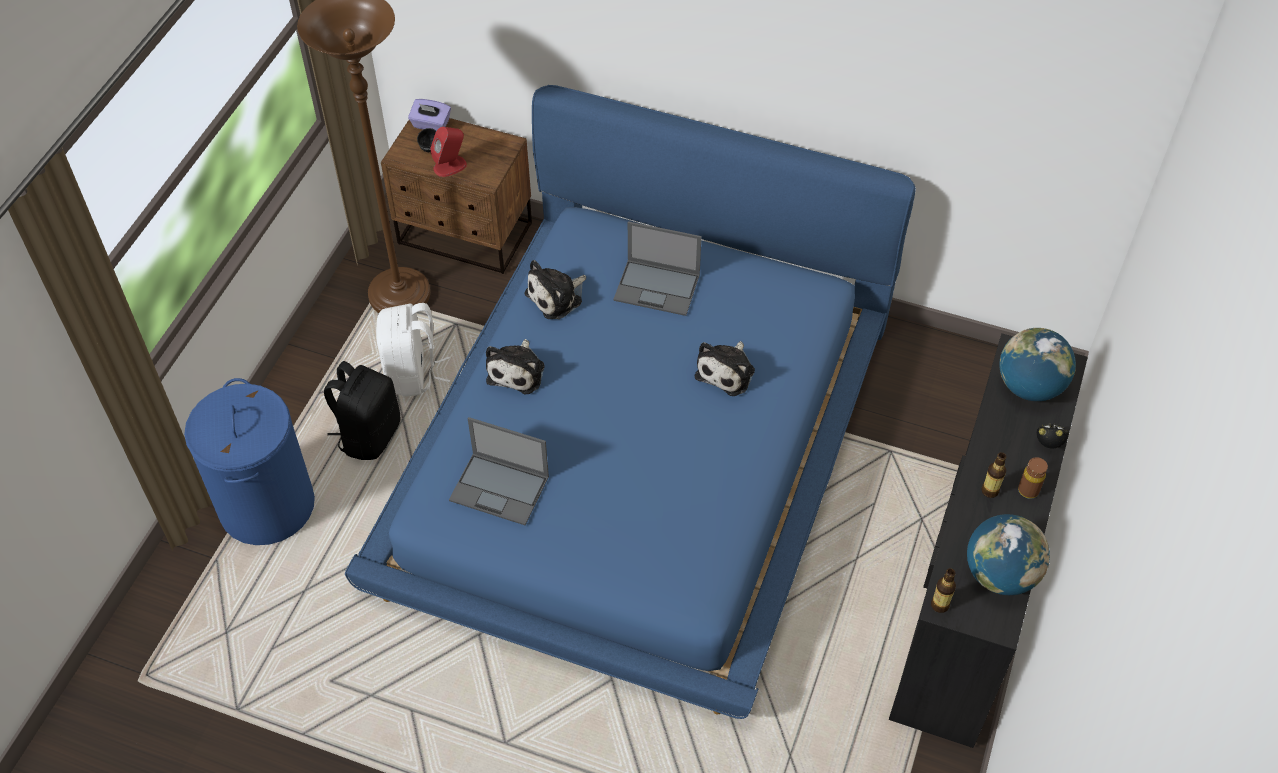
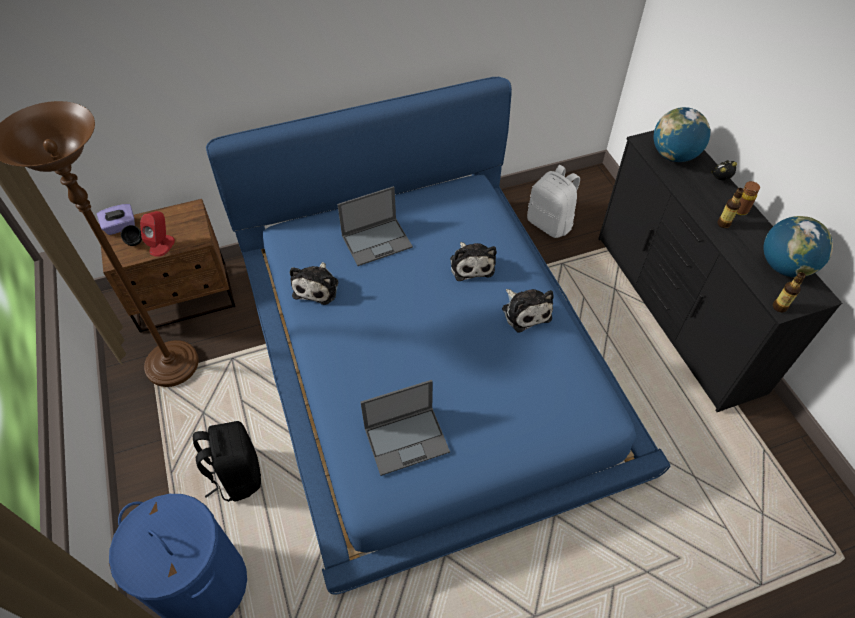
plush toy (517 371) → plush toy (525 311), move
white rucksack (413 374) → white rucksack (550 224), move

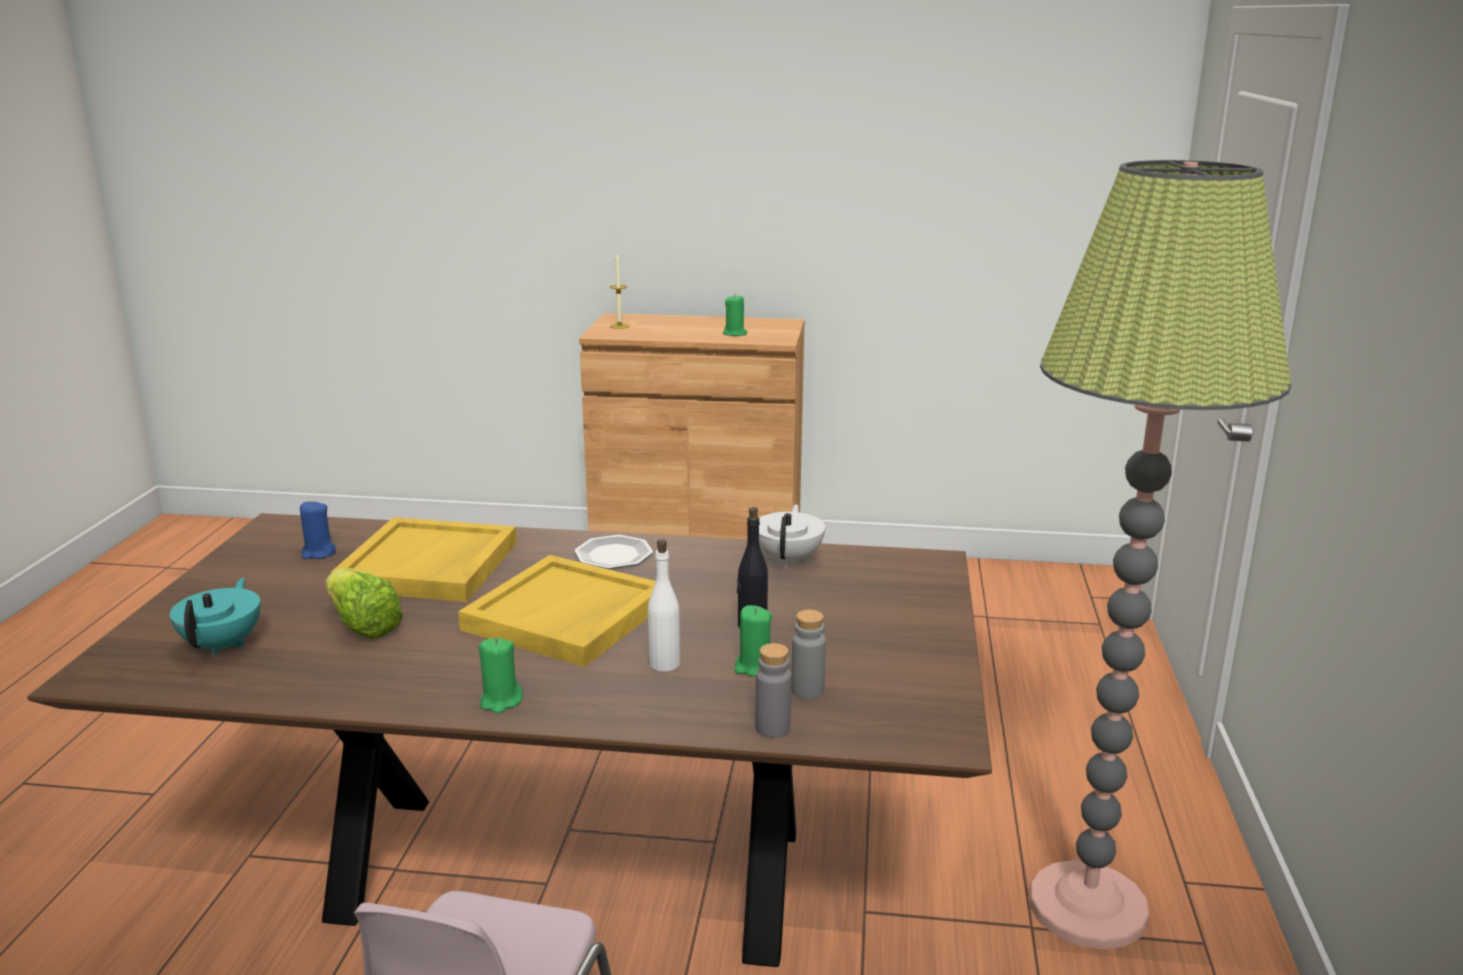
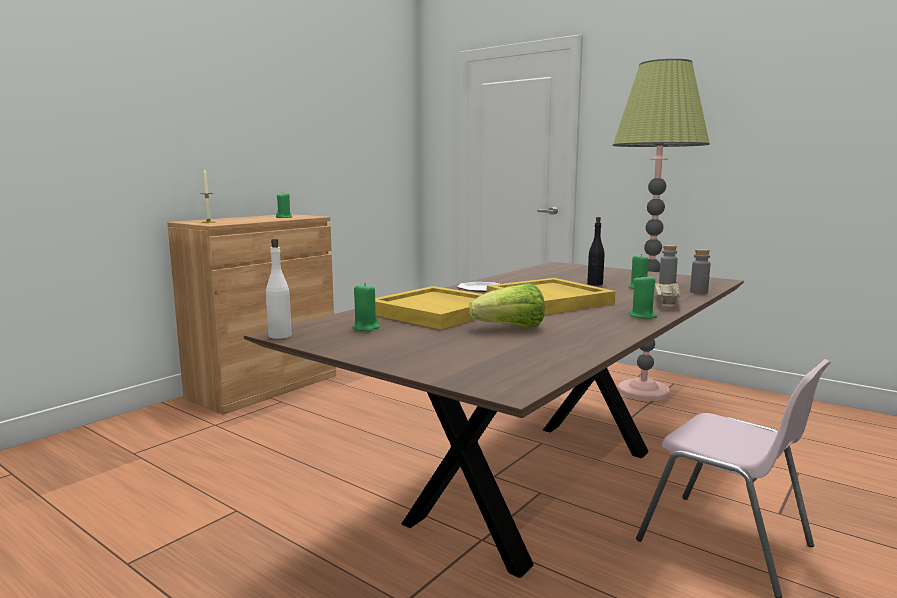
white drink bottle (664 664) → white drink bottle (279 336), move
blue-coloured candle (318 553) → greenish candle (366 328)
- → beige carrying tray (666 302)
turquoise-coloured teapot (224 644) → -
white teapot (789 560) → -

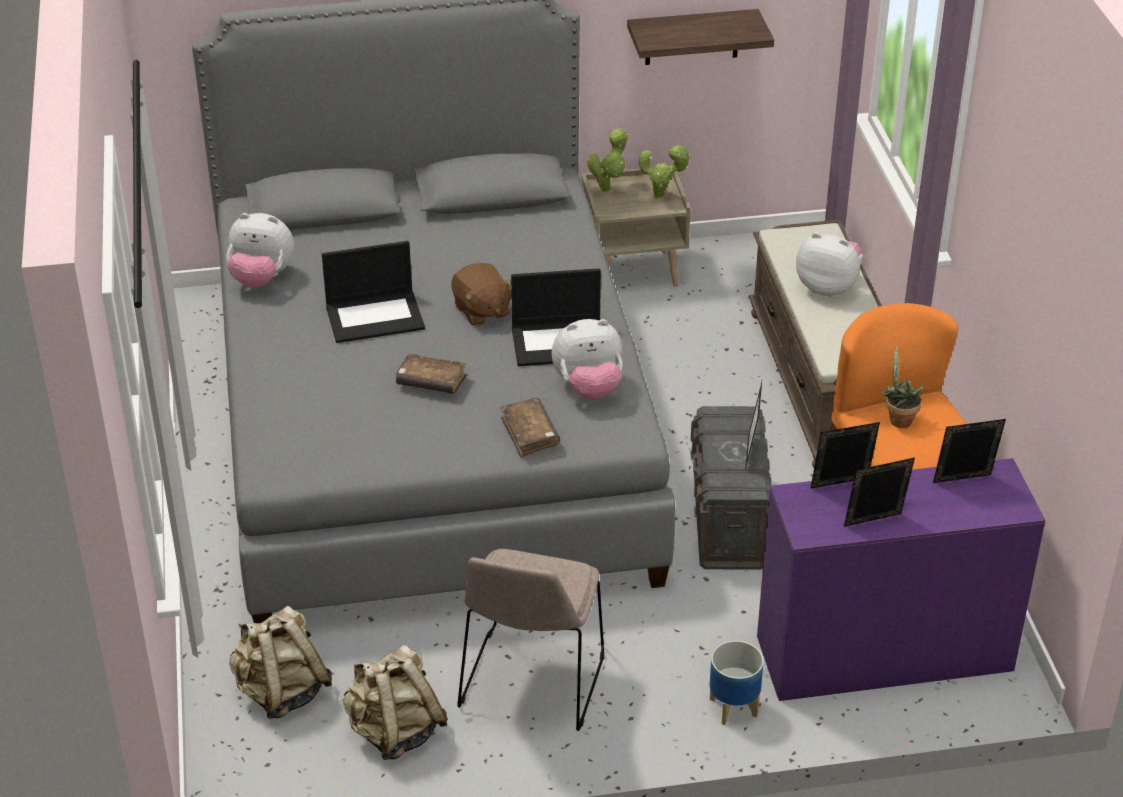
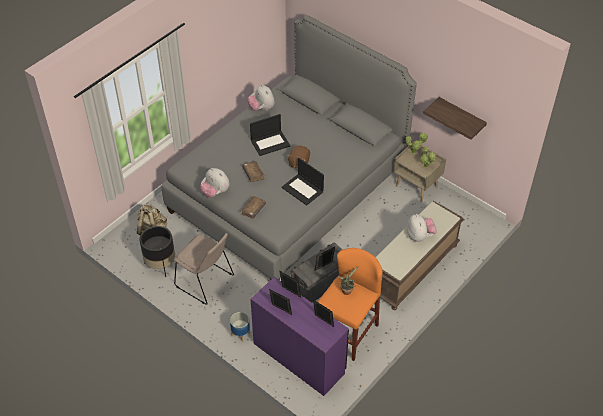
beige rucksack (395 732) → black flower pot (160 264)
beige upright chair (531 684) → beige upright chair (206 282), 120 degrees counterclockwise
plush toy (588 388) → plush toy (215 192), move
notebook computer (375 316) → notebook computer (270 143), 60 degrees counterclockwise

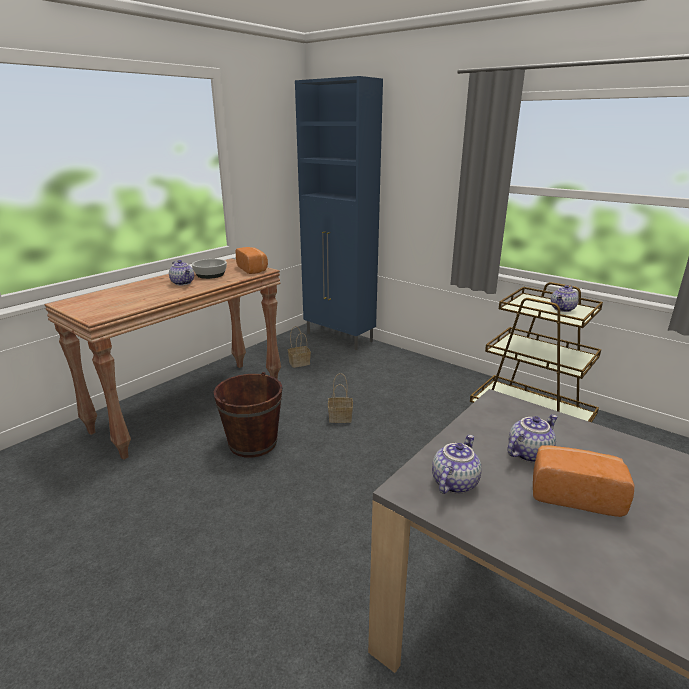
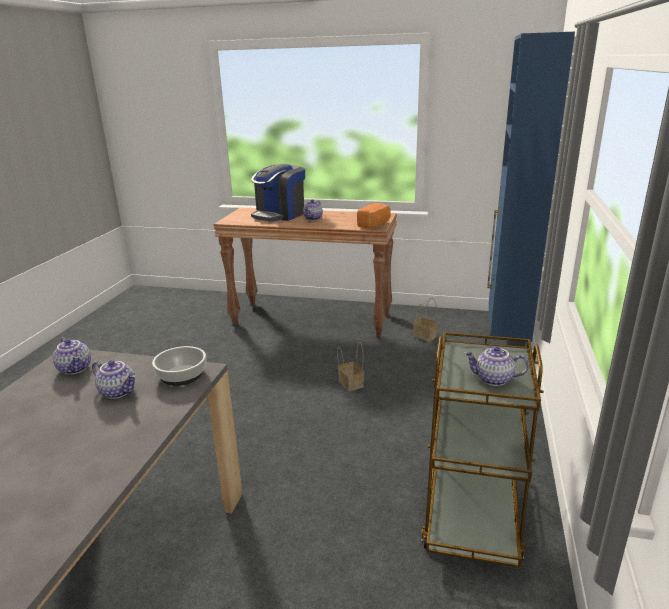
teapot (453 482) → teapot (76 368), 45 degrees clockwise
deep dish (210 275) → deep dish (181 375), move
- → coffee machine (280 215)
brownish pail (253 443) → -
bread (574 494) → -

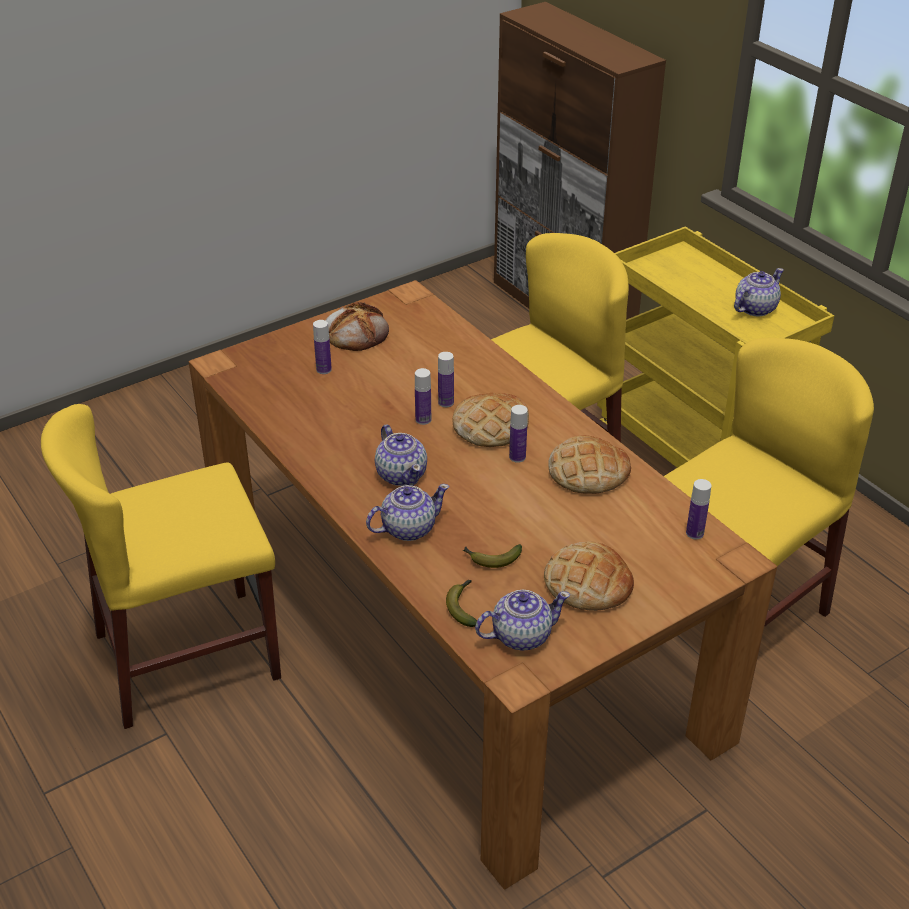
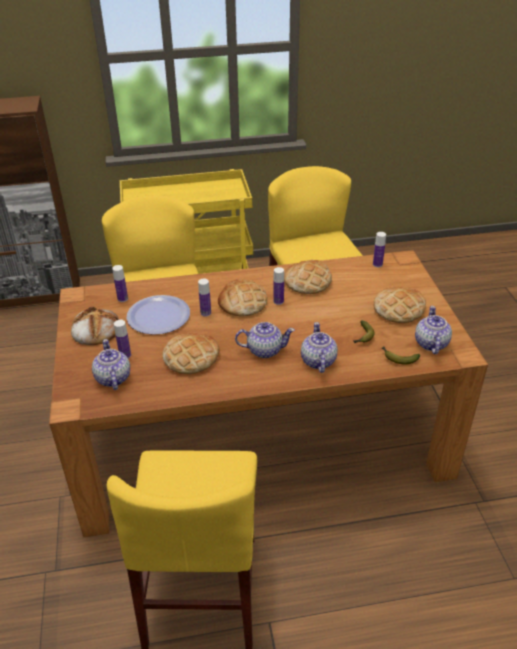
teapot (754 308) → teapot (112 378), move
drink bottle (423 419) → drink bottle (122 299), move
- → dinner plate (158 316)
- → bread (191 357)

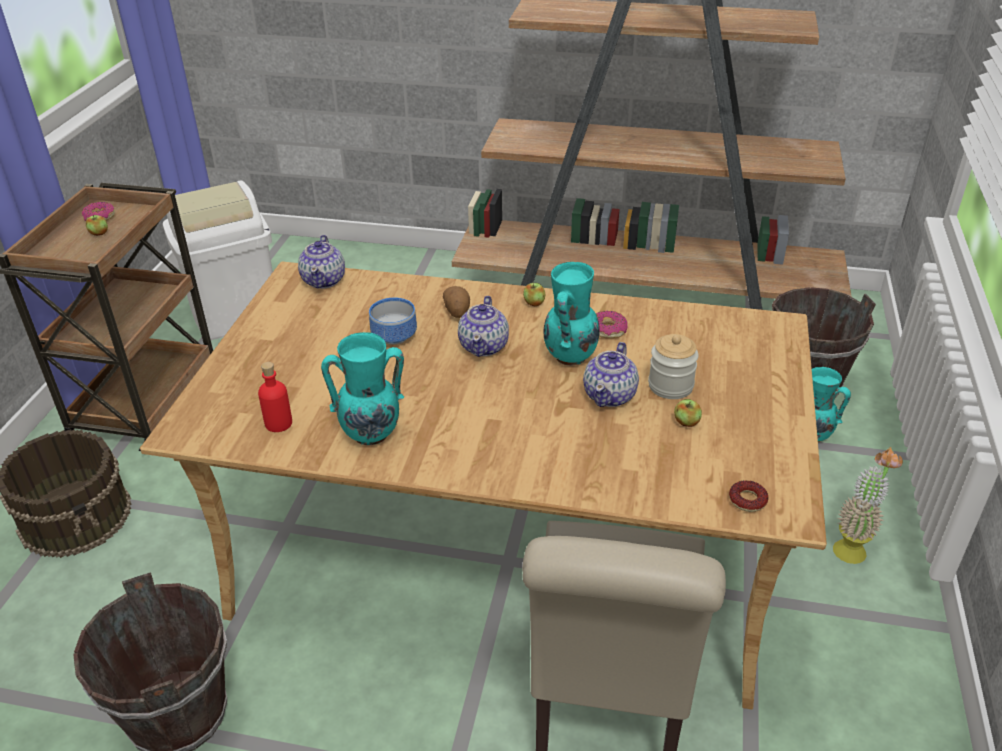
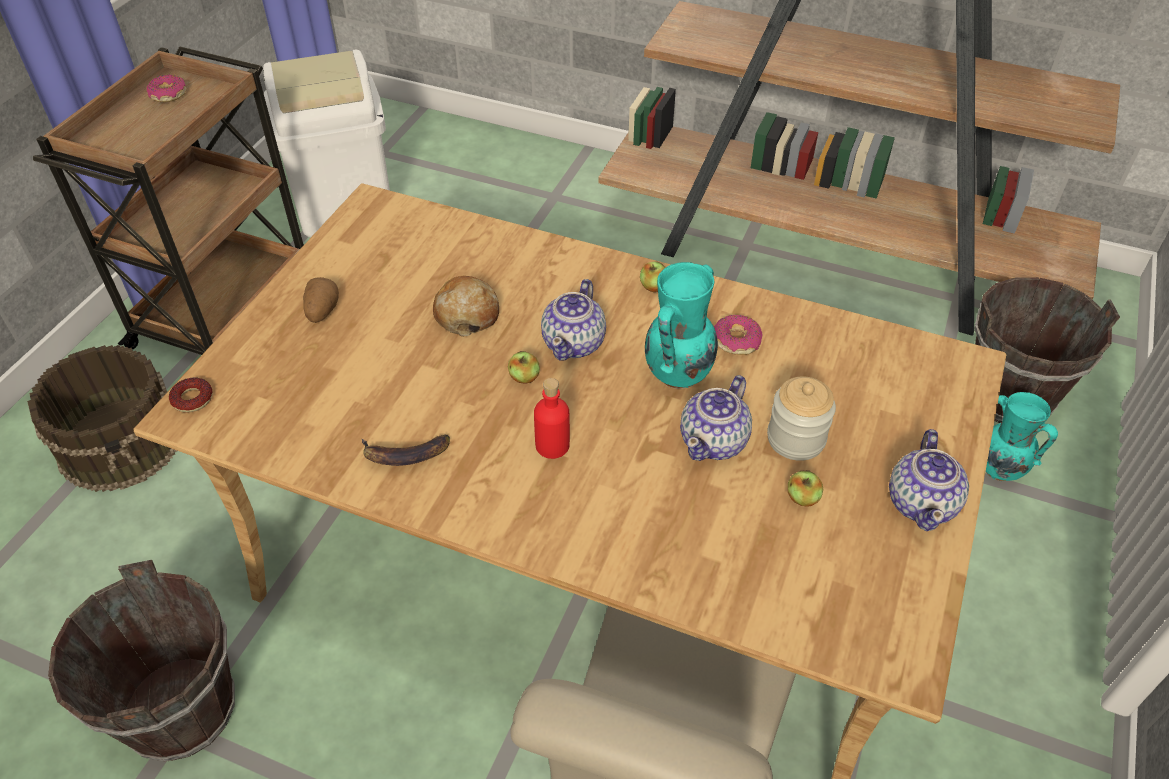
doughnut (747 500) → doughnut (192 399), move
spud (457 312) → spud (322 311), move
turquoise-coloured decorative vase (372 435) → banana (405 455)
deep dish (393 338) → bread (466 314)
apple (99 233) → apple (524 377), move
red-coloured drink bottle (278 423) → red-coloured drink bottle (552 445), move
teapot (324 280) → teapot (922 503), move
plant in a pot (853 546) → -

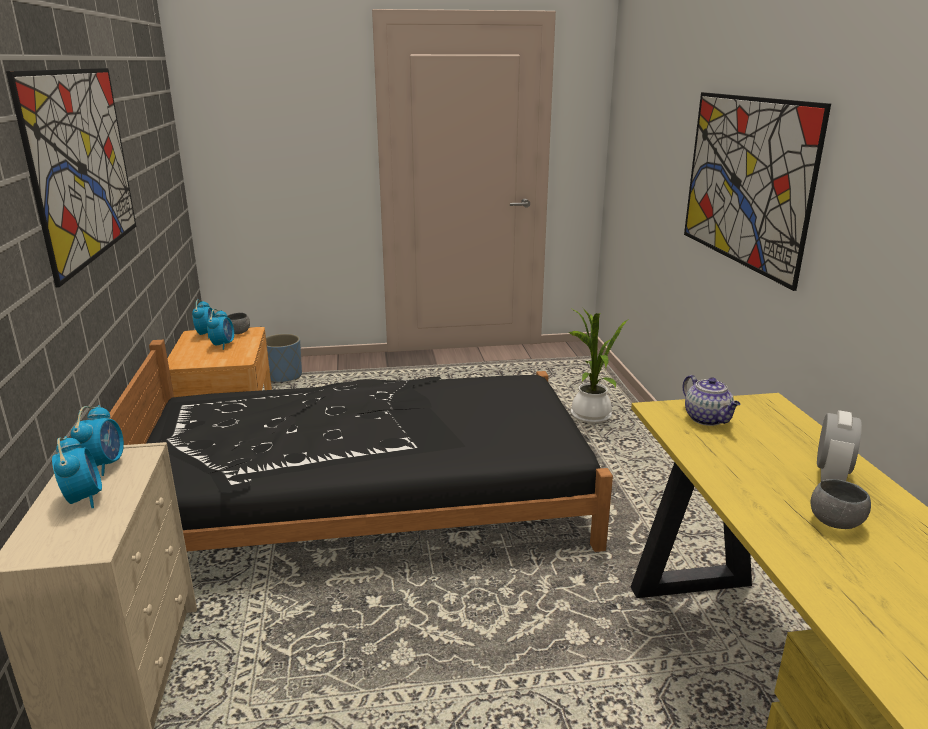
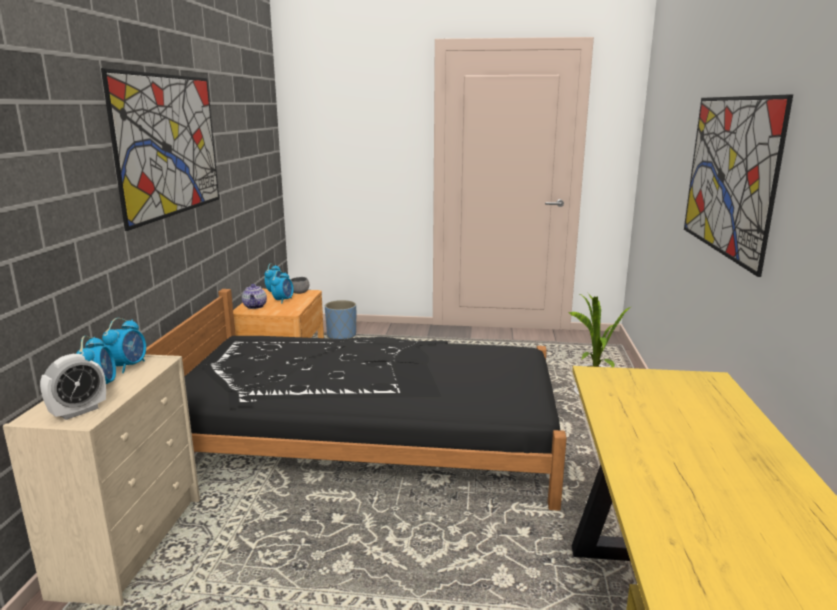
alarm clock (830 477) → alarm clock (78 411), move
teapot (708 419) → teapot (255 306), move
grey deep dish (835 522) → -

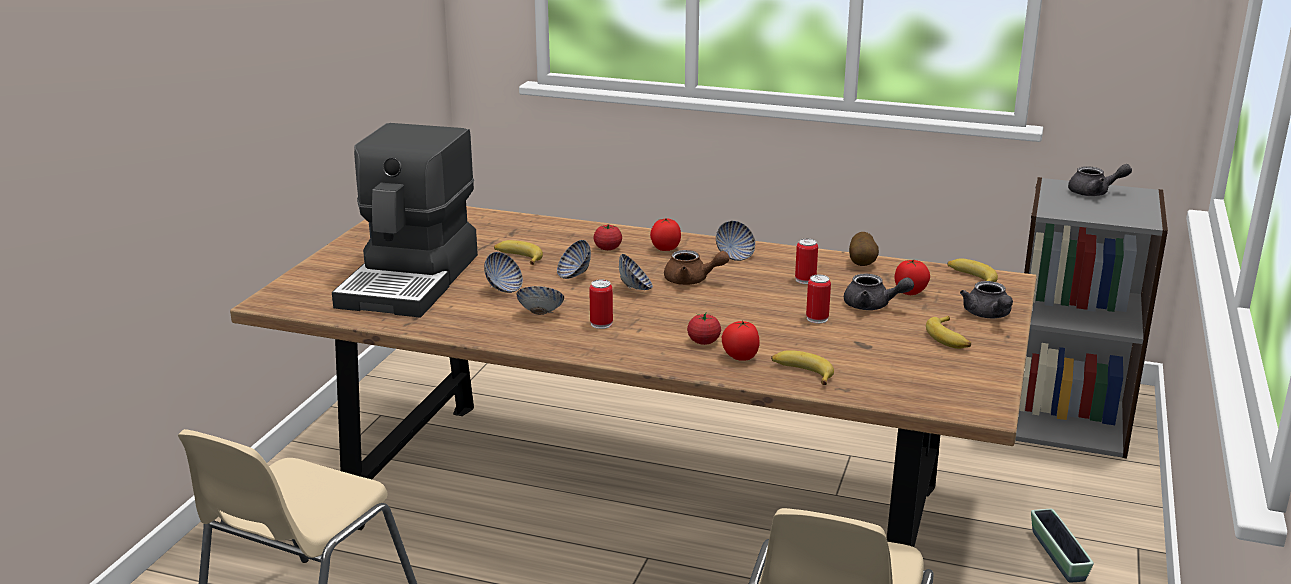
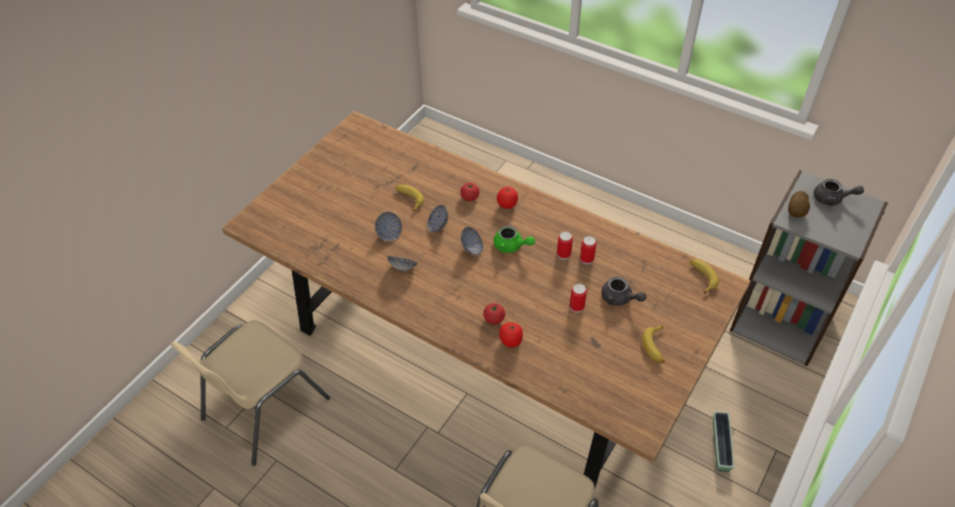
brownish teapot (692 280) → greenish teapot (511 246)
can (601 324) → can (563 254), move
spud (862 263) → spud (796 212), move
coffee machine (412 280) → -
deep dish (734 256) → -
banana (802 373) → -
tomato (910 292) → -
grey teapot (988 315) → -

